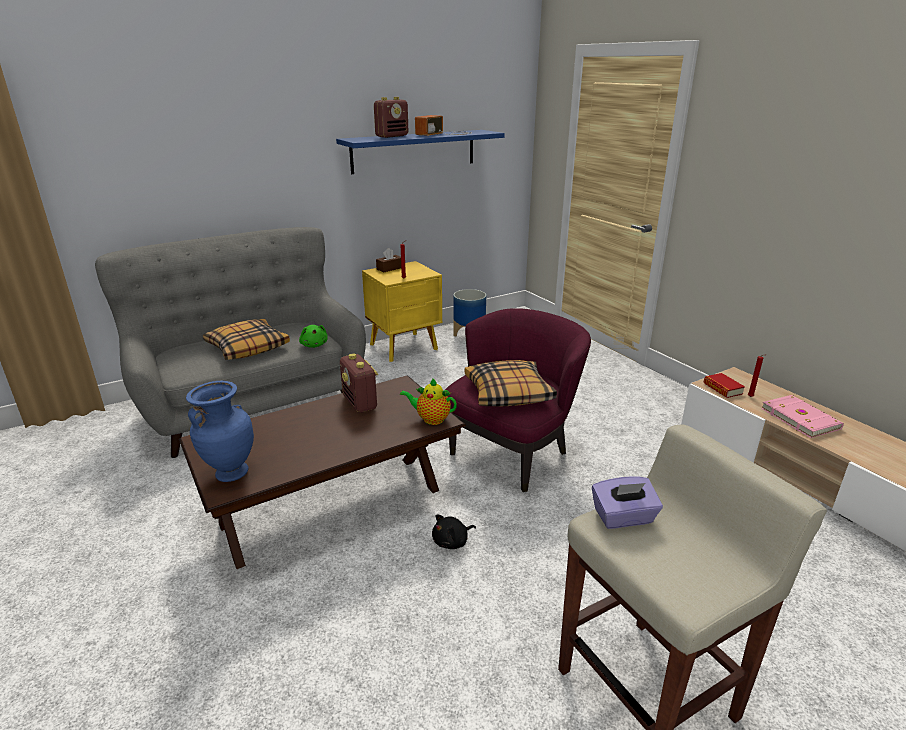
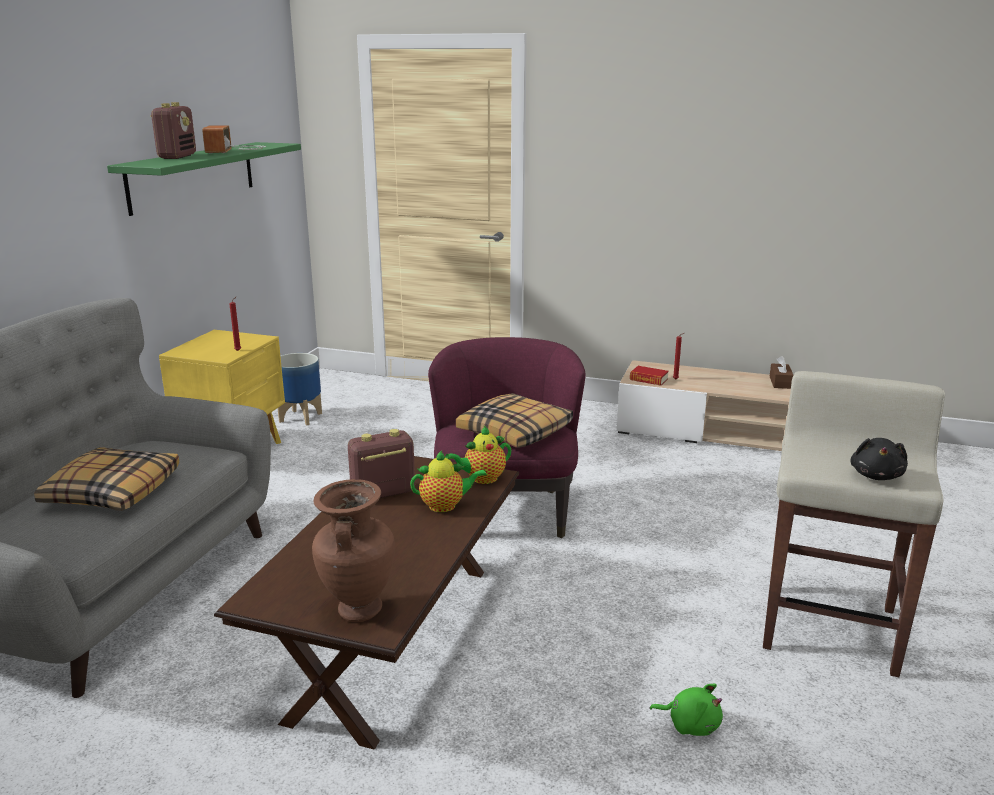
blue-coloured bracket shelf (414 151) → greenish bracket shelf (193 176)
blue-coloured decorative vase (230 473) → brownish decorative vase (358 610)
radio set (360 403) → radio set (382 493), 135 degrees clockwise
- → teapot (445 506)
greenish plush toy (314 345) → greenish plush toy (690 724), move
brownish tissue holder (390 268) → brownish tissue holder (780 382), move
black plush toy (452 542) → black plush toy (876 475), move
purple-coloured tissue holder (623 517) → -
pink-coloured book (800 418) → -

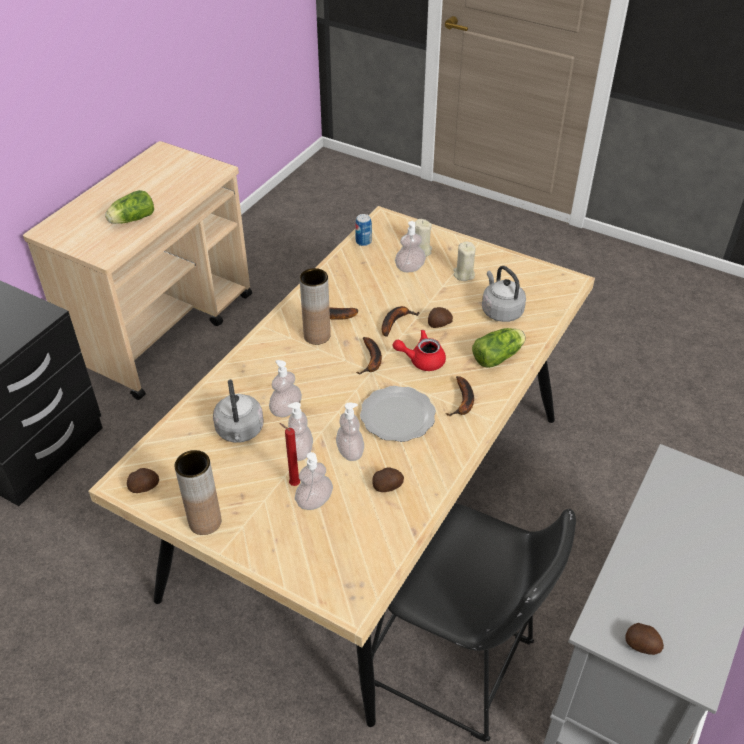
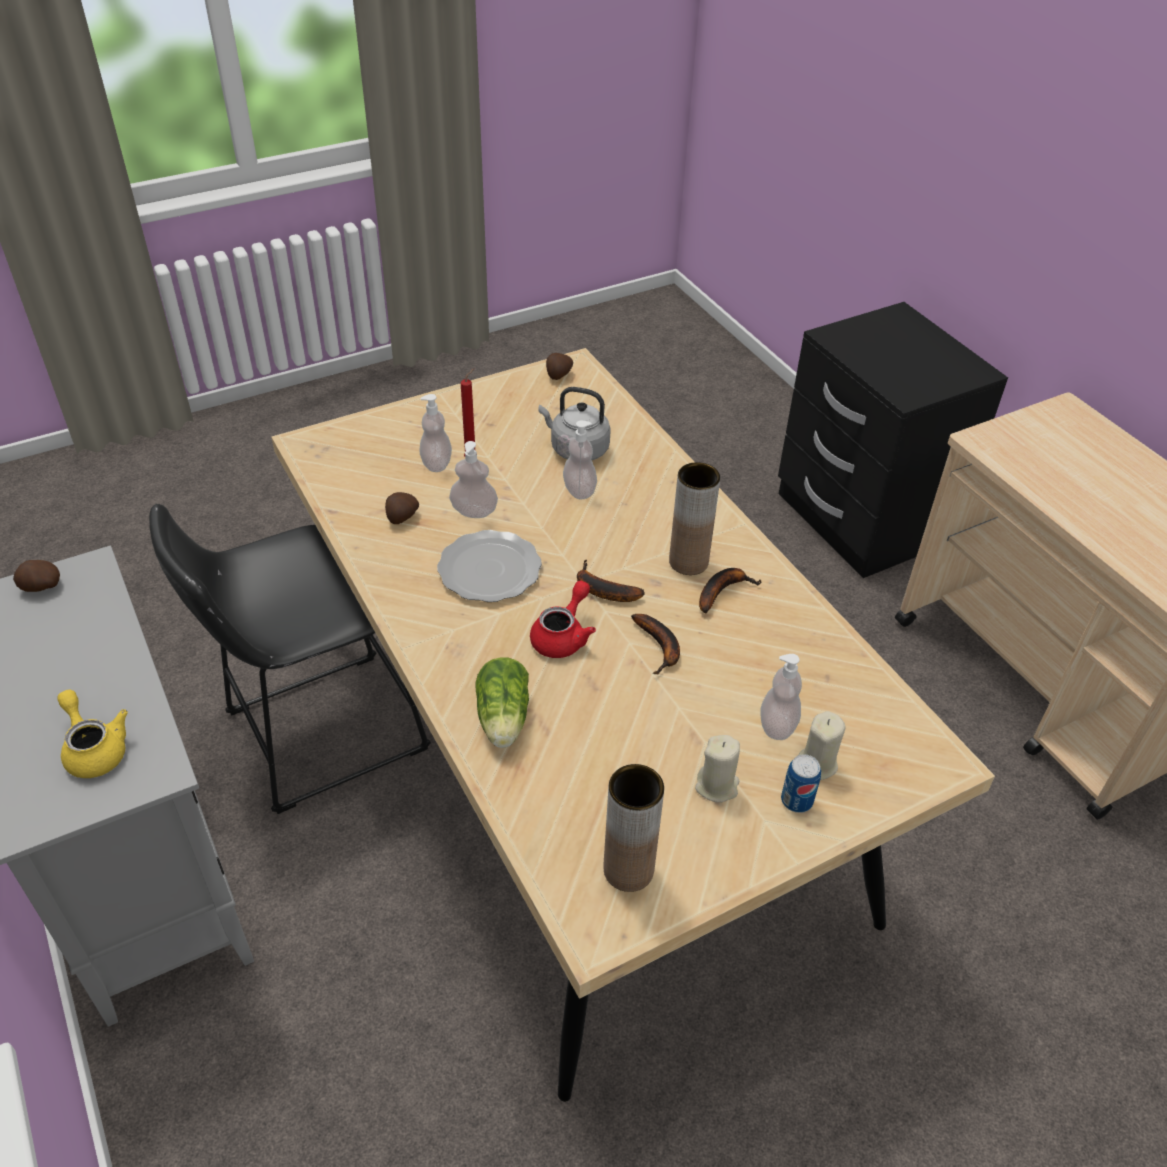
- → yellow teapot (94 749)
brownish decorative vase (205 522) → brownish decorative vase (628 869), move
can (363 242) → can (796 800), move
lettuce (131 220) → -
soap bottle (300 451) → -
spud (439 324) → -
banana (463 402) → -
grey kettle (500 311) → -

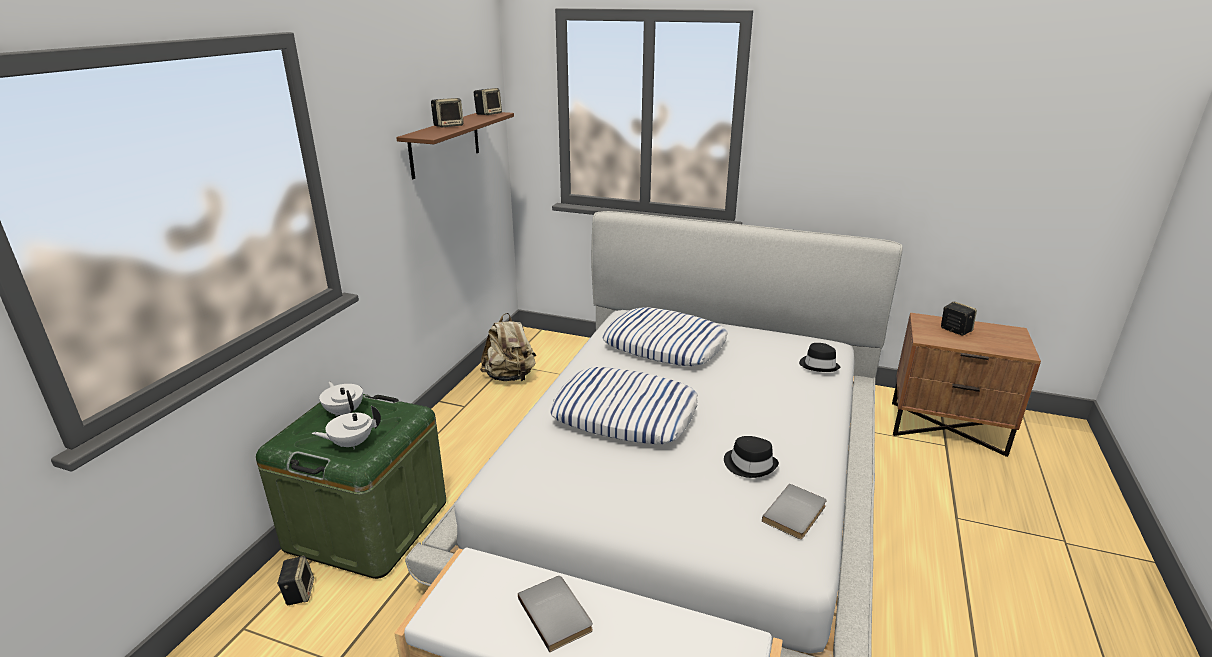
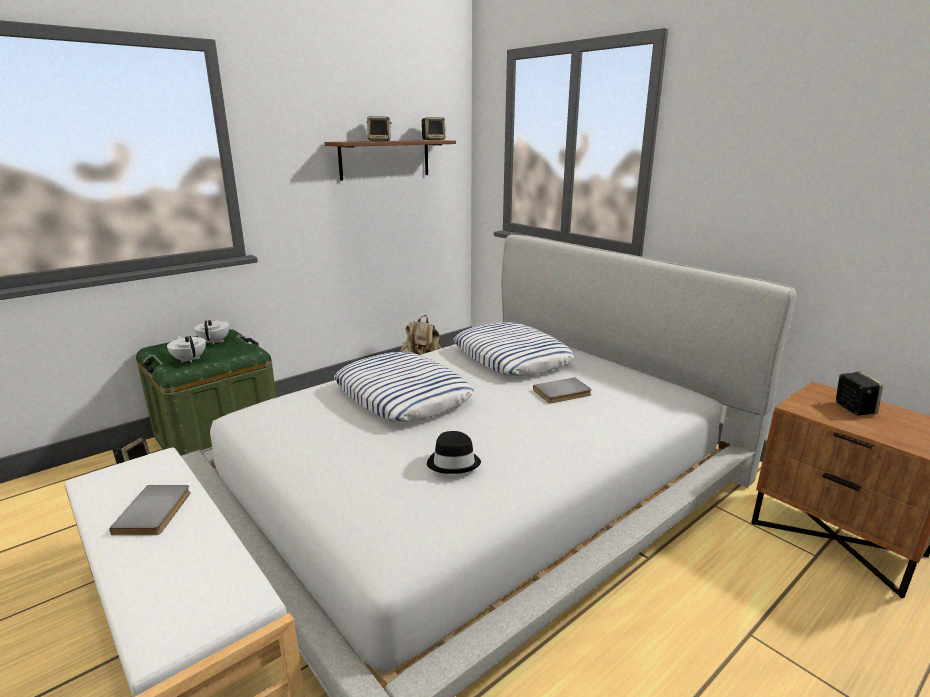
white teapot (351 443) → white teapot (190 360), 45 degrees clockwise
grey book (796 514) → grey book (563 393), move
black wearable hat (819 365) → -

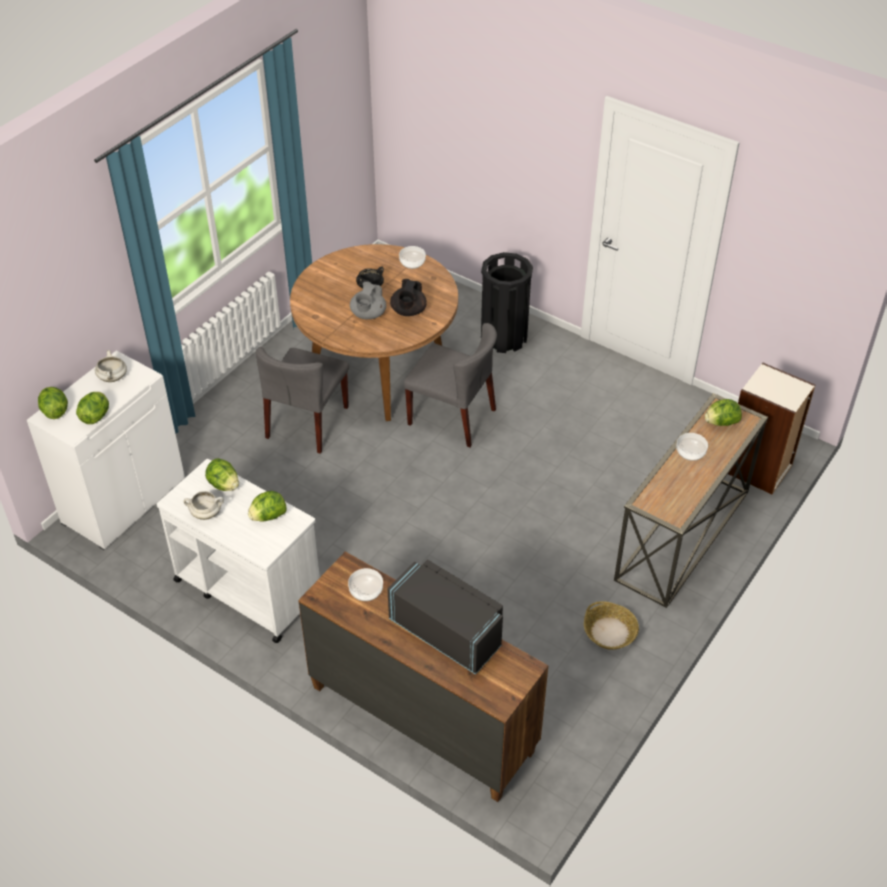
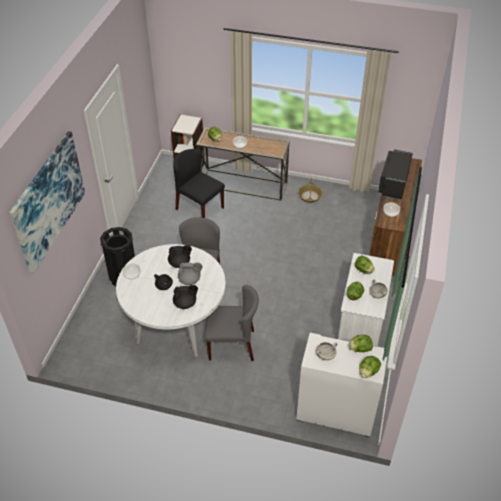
- → wall art (48 201)
brownish kitchen table (378 373) → white kitchen table (176 325)
- → black upright chair (199 208)
- → black teapot (185 303)

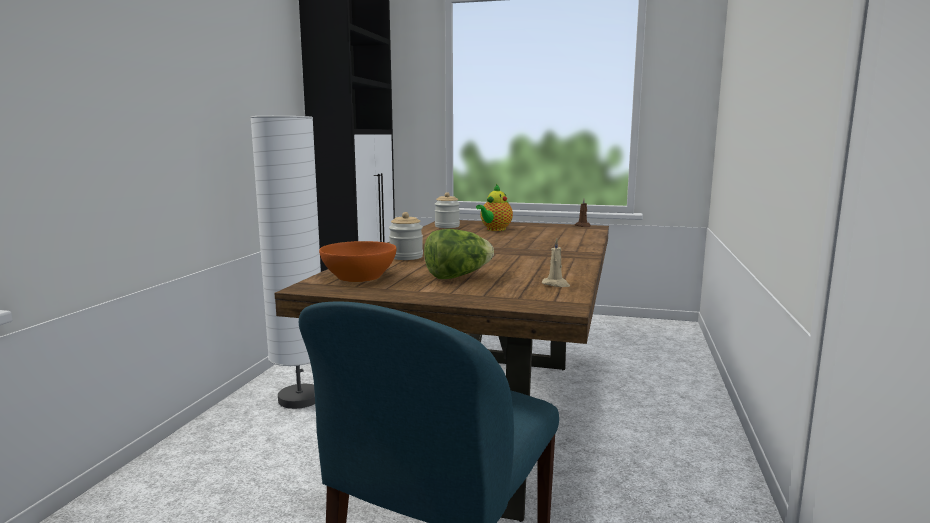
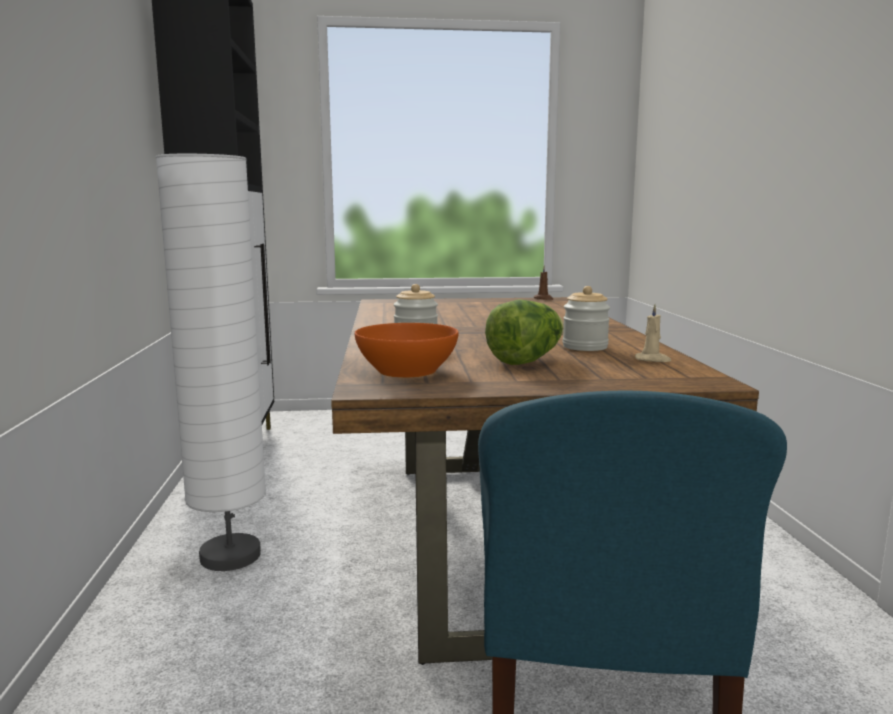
storage jar (447 226) → storage jar (585 347), move
teapot (494 229) → -

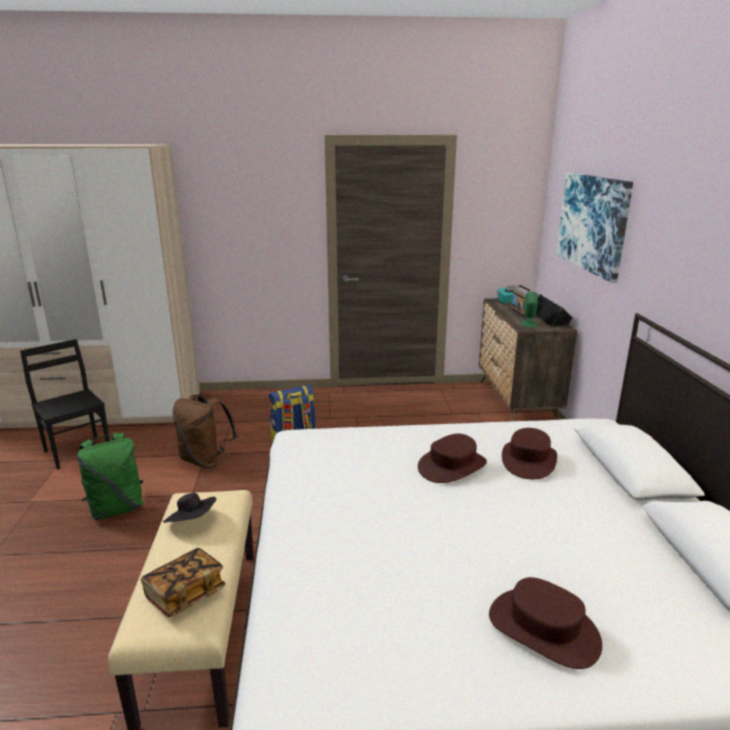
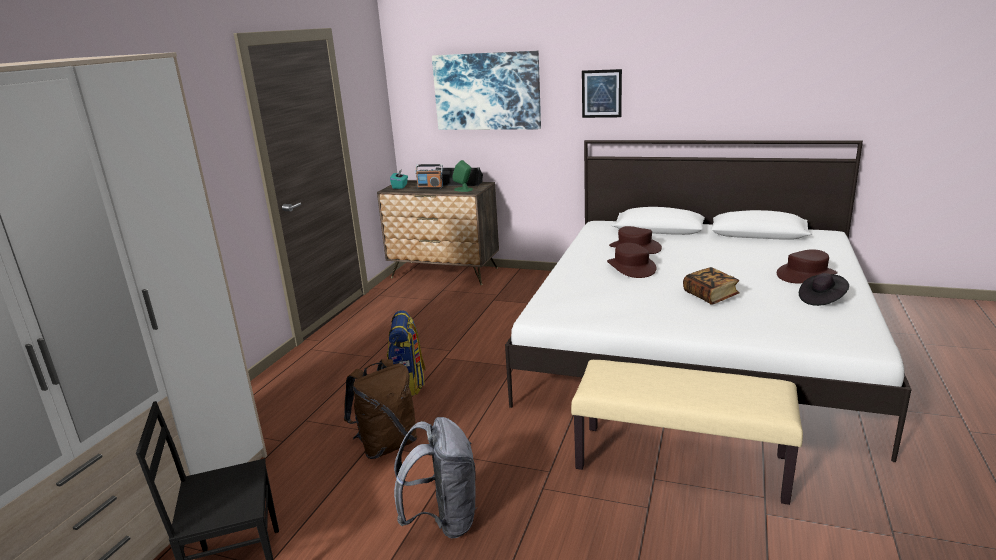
greenish rucksack (116 509) → grey rucksack (443 520)
- → wall art (601 93)
book (185 594) → book (710 296), move
black wearable hat (192 522) → black wearable hat (821 299), move

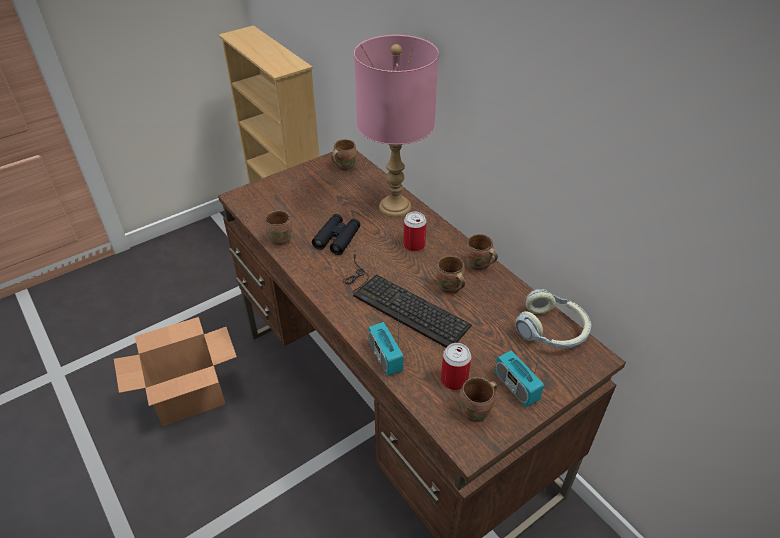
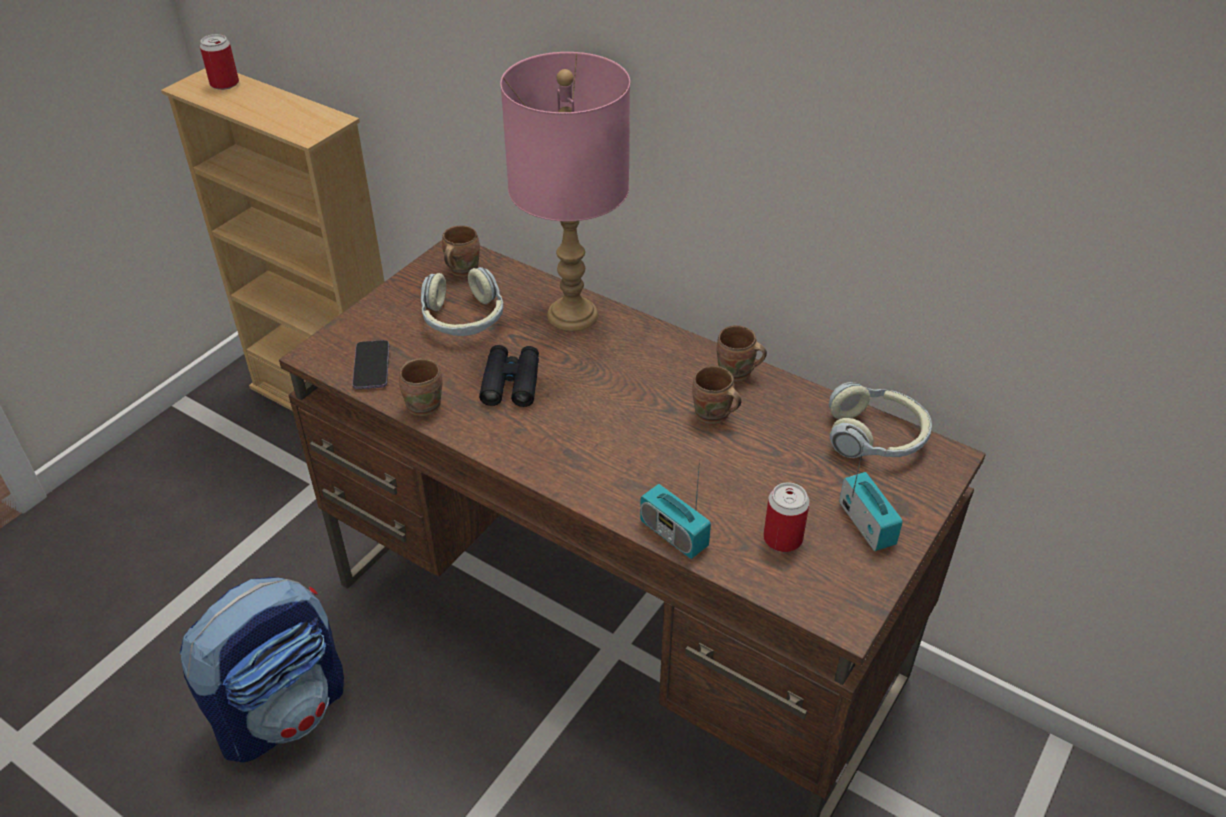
packing box (191 397) → rucksack (283 710)
can (414 245) → can (224 84), move
- → phone (371 366)
- → headset (463 319)
radio set (516 387) → radio set (867 524), 150 degrees counterclockwise
computer keyboard (399 303) → -
brownish tea mug (477 412) → -

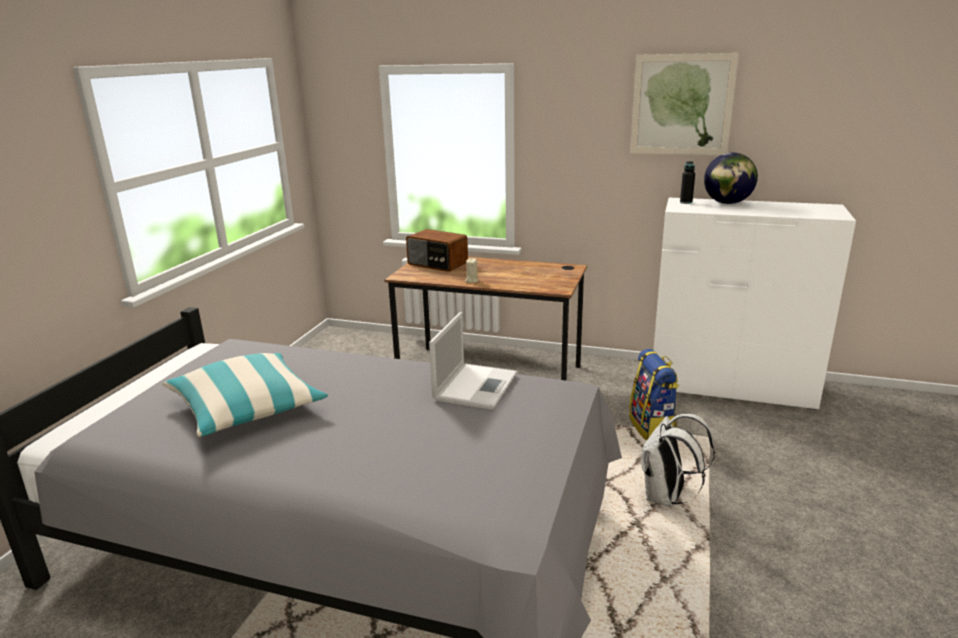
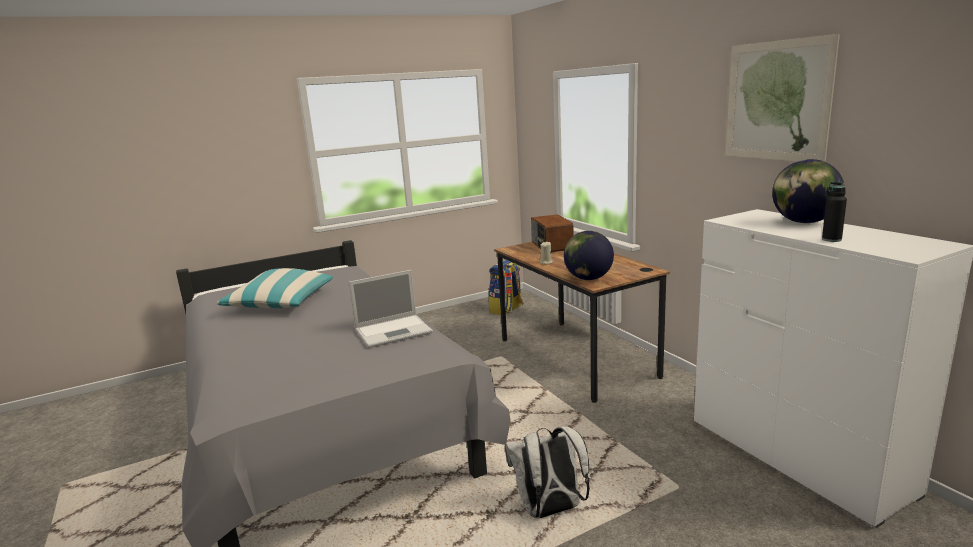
rucksack (652 428) → rucksack (506 309), move
- → globe (588 278)
black drink bottle (686 202) → black drink bottle (831 239), move

